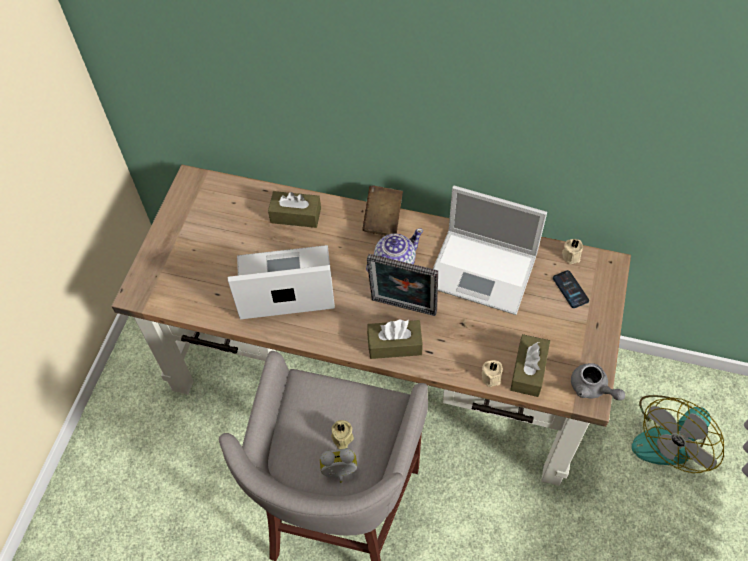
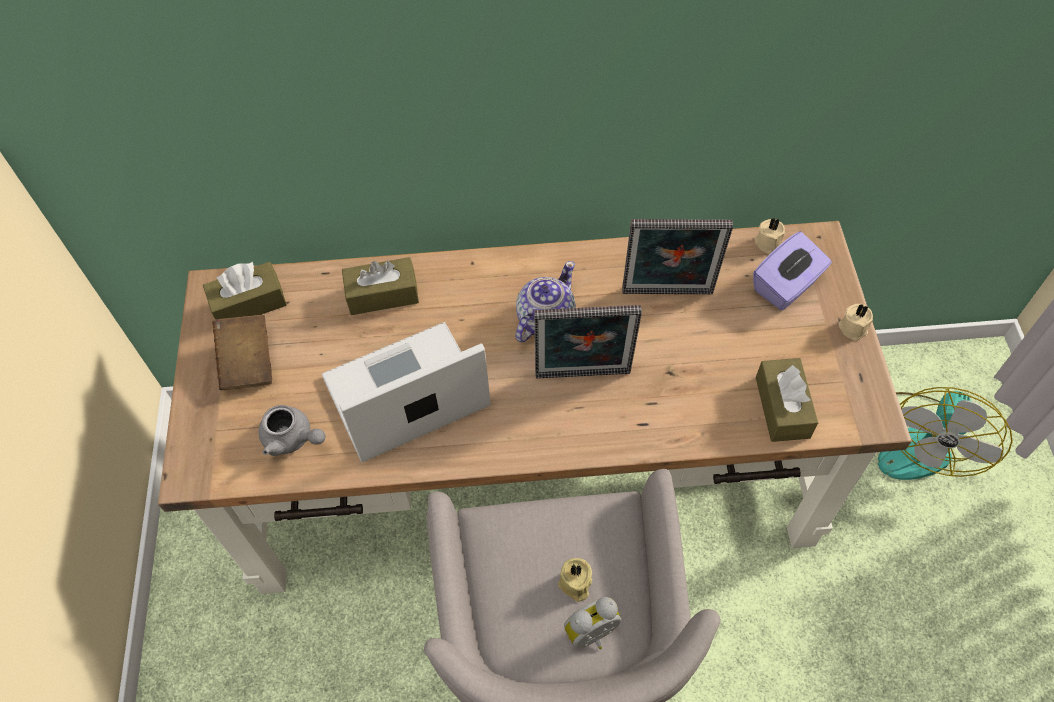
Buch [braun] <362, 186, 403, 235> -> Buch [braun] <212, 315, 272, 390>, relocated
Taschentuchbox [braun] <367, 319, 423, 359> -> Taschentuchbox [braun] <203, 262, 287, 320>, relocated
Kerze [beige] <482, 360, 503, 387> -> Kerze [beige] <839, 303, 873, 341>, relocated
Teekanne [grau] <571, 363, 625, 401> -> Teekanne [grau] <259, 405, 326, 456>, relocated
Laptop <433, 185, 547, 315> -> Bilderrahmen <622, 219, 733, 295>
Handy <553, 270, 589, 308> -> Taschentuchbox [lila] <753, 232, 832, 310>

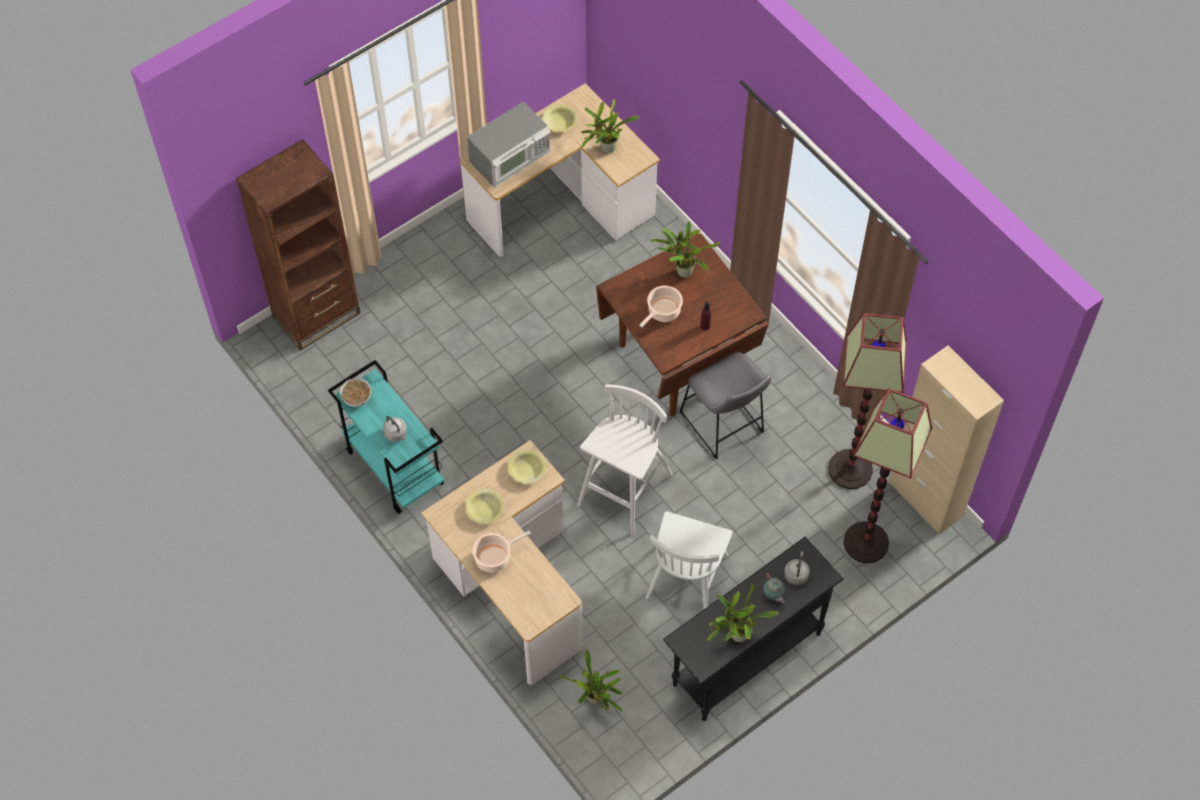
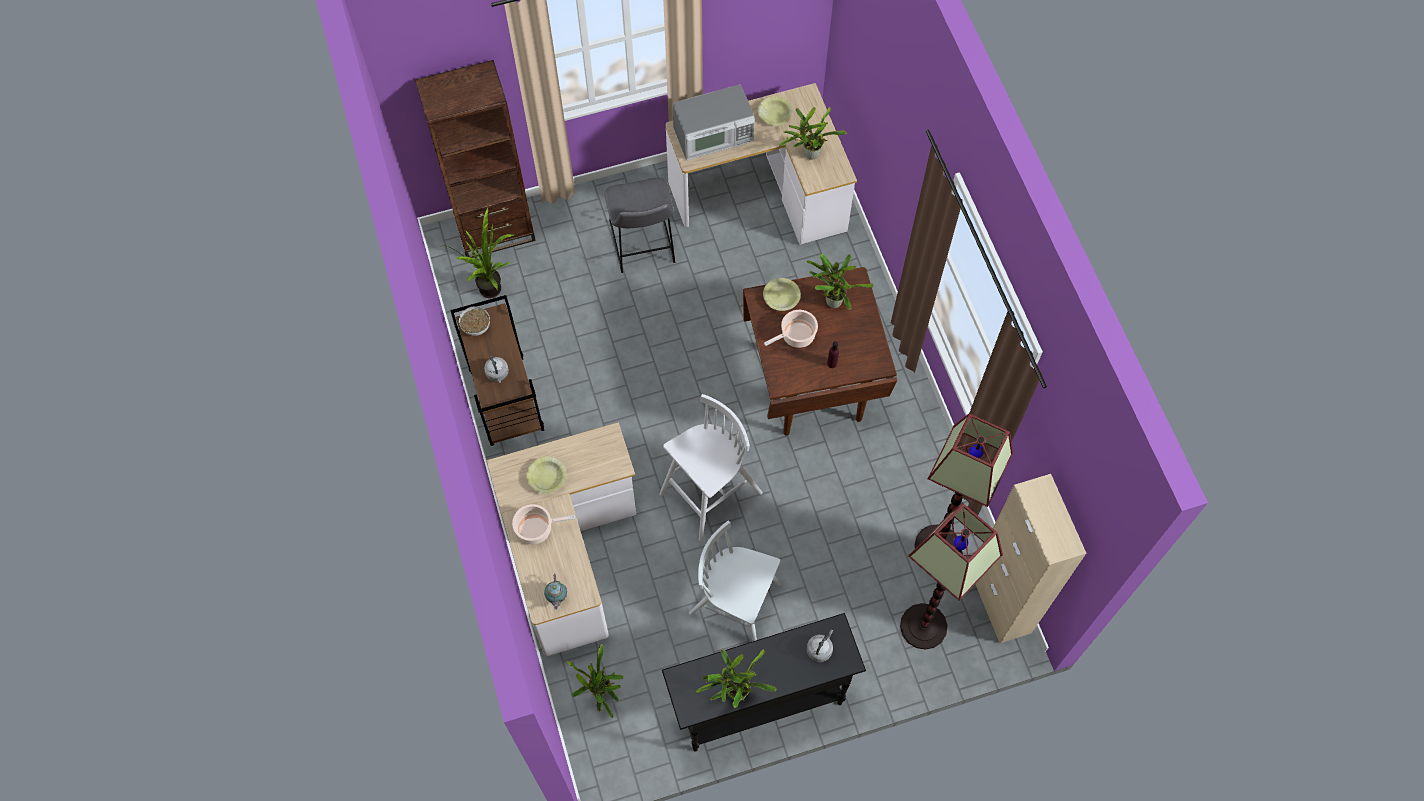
none -> Topfpflanze <440, 206, 514, 298>
Schüssel [gelb] <508, 450, 546, 484> -> Schüssel [gelb] <763, 278, 801, 311>, relocated
Hocker [grau] <680, 352, 771, 459> -> Hocker [grau] <604, 177, 675, 273>, relocated
Teekanne <763, 573, 785, 603> -> Teekanne <544, 574, 567, 610>, relocated
Rollwagen [türkis] <328, 360, 445, 514> -> Rollwagen [braun] <450, 295, 544, 446>
Stuhl [weiß] <646, 511, 732, 610> -> Stuhl [weiß] <689, 521, 781, 641>, 75 degrees clockwise

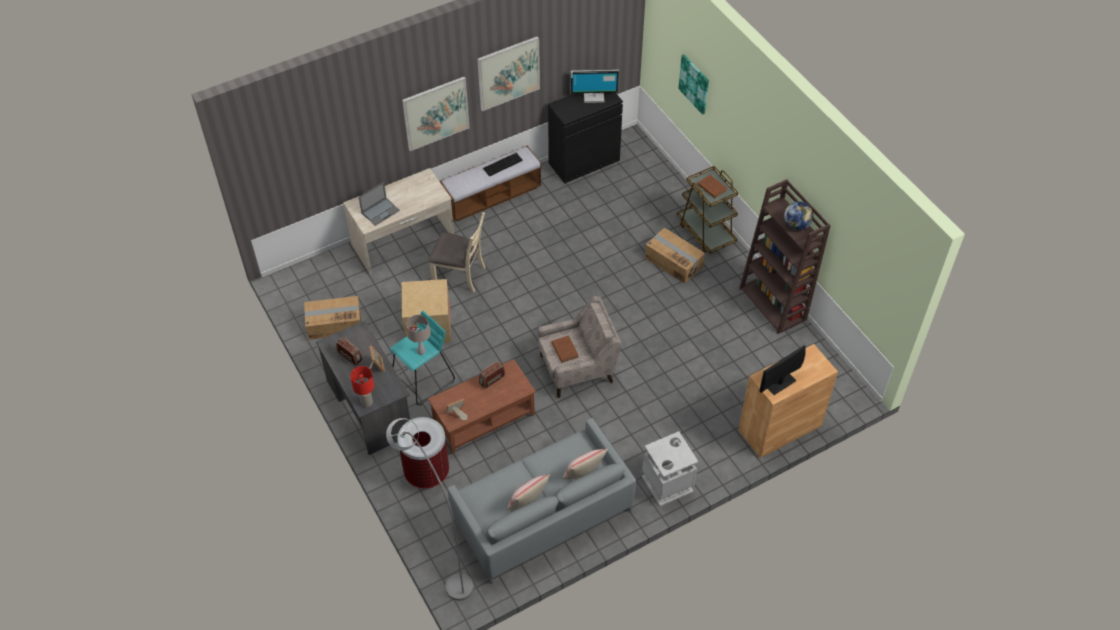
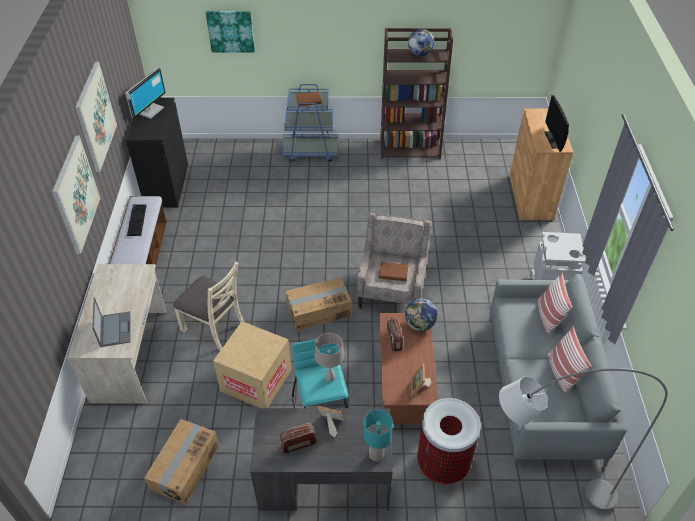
none -> Globus <405, 299, 438, 331>
Karton <645, 228, 705, 284> -> Karton <285, 277, 352, 331>, relocated
Tischlampe [rot] <350, 366, 374, 407> -> Tischlampe [türkis] <363, 410, 393, 461>
Rollwagen [braun] <677, 166, 738, 254> -> Rollwagen [blau] <281, 84, 338, 162>
Stuhl [beige] <428, 212, 486, 292> -> Stuhl [beige] <173, 262, 244, 351>, 75 degrees clockwise

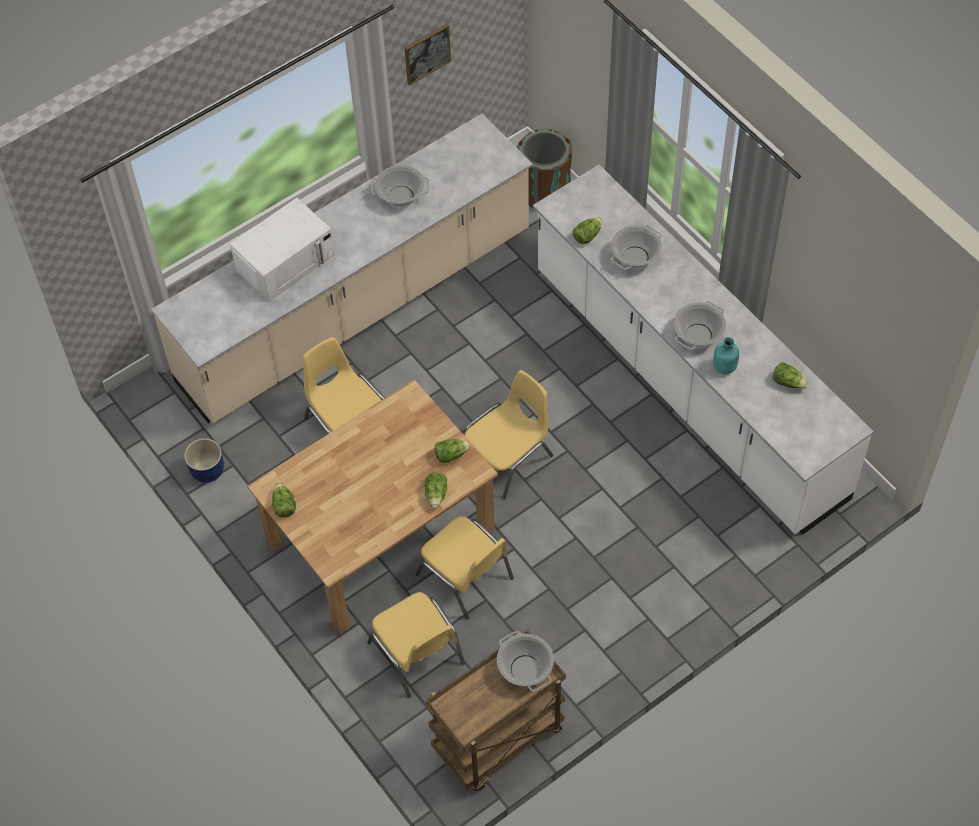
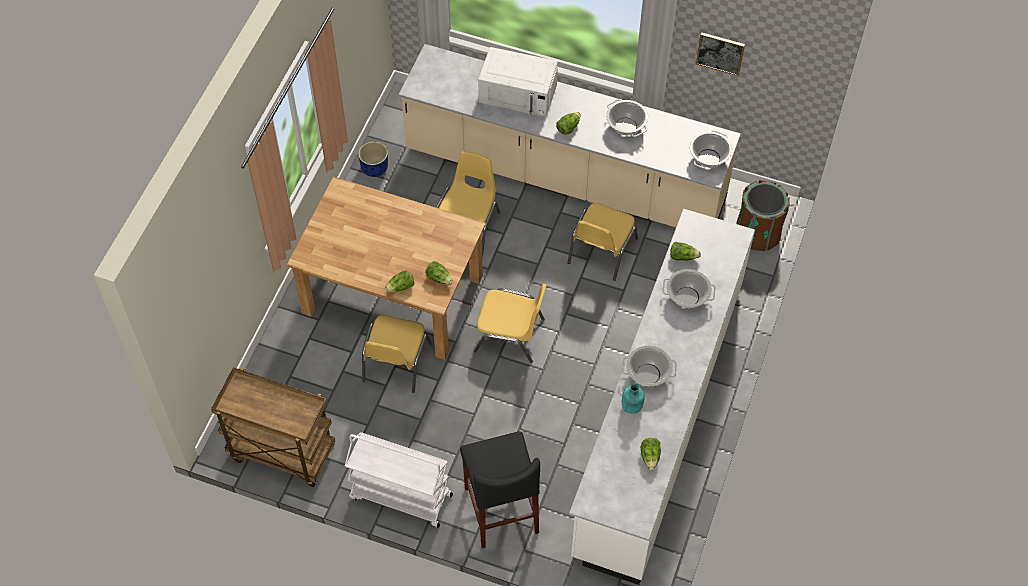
none -> Rollwagen [weiß] <345, 432, 453, 528>
none -> Hocker [schwarz] <460, 431, 540, 548>
Salatkopf <272, 482, 296, 518> -> Salatkopf <556, 112, 581, 135>, relocated
Stuhl [gelb] <367, 592, 465, 698> -> Stuhl [gelb] <568, 203, 638, 281>, relocated
Kochtopf <497, 631, 554, 692> -> Kochtopf <690, 130, 732, 170>, relocated

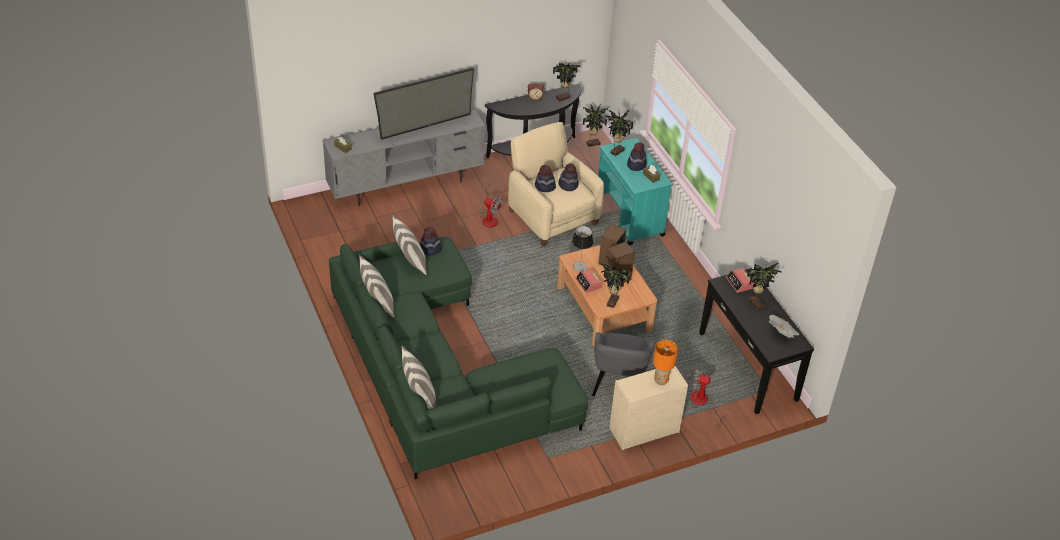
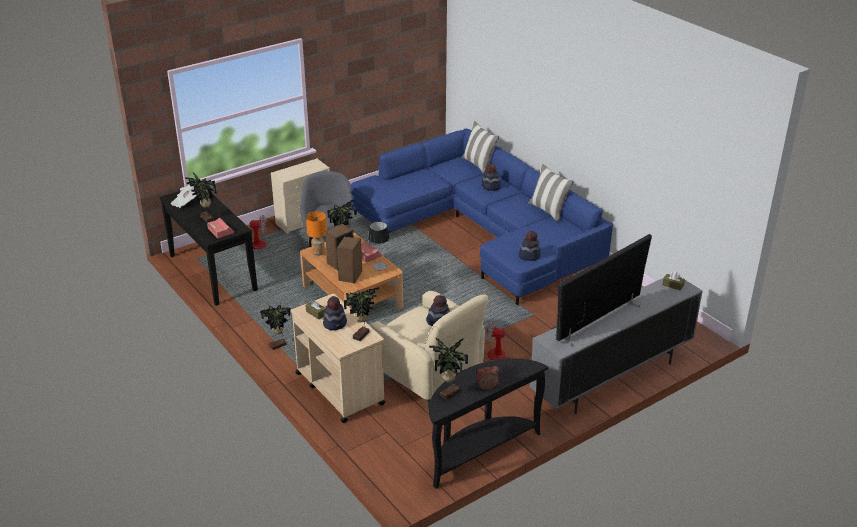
Kissen <392, 215, 427, 275> -> none
Hut <559, 163, 579, 191> -> Hut <481, 163, 501, 191>, relocated
Topfpflanze <583, 103, 608, 147> -> Topfpflanze <260, 304, 291, 350>, relocated
Tischlampe [orange] <653, 340, 678, 385> -> Tischlampe [orange] <306, 211, 327, 256>, relocated
Sofa [grün] <329, 237, 588, 479> -> Sofa [blau] <351, 129, 613, 305>
Rollwagen [türkis] <598, 138, 672, 245> -> Rollwagen [beige] <291, 293, 385, 423>

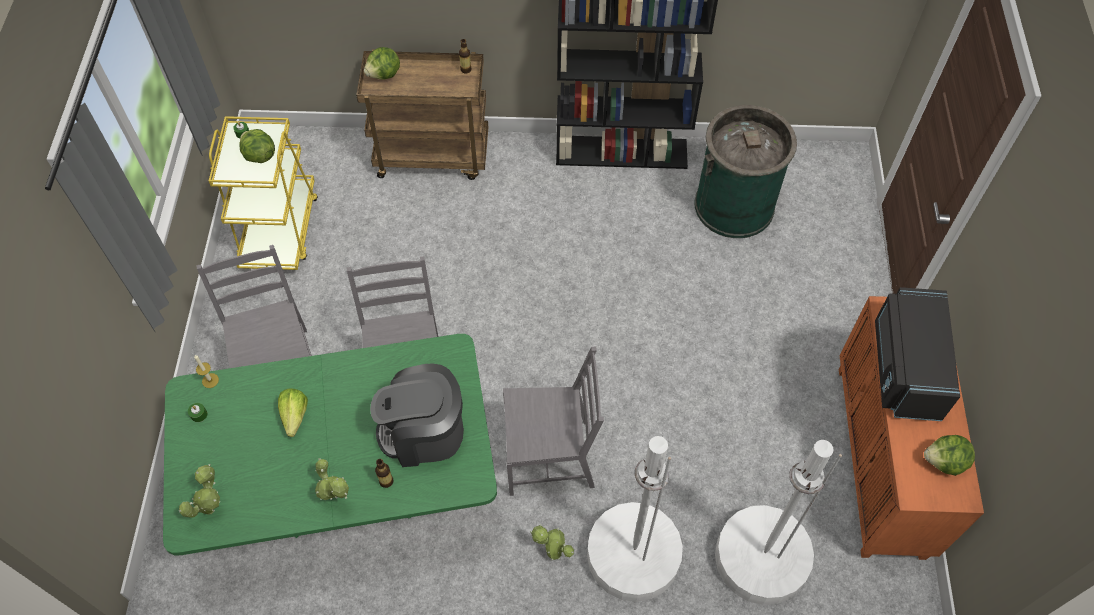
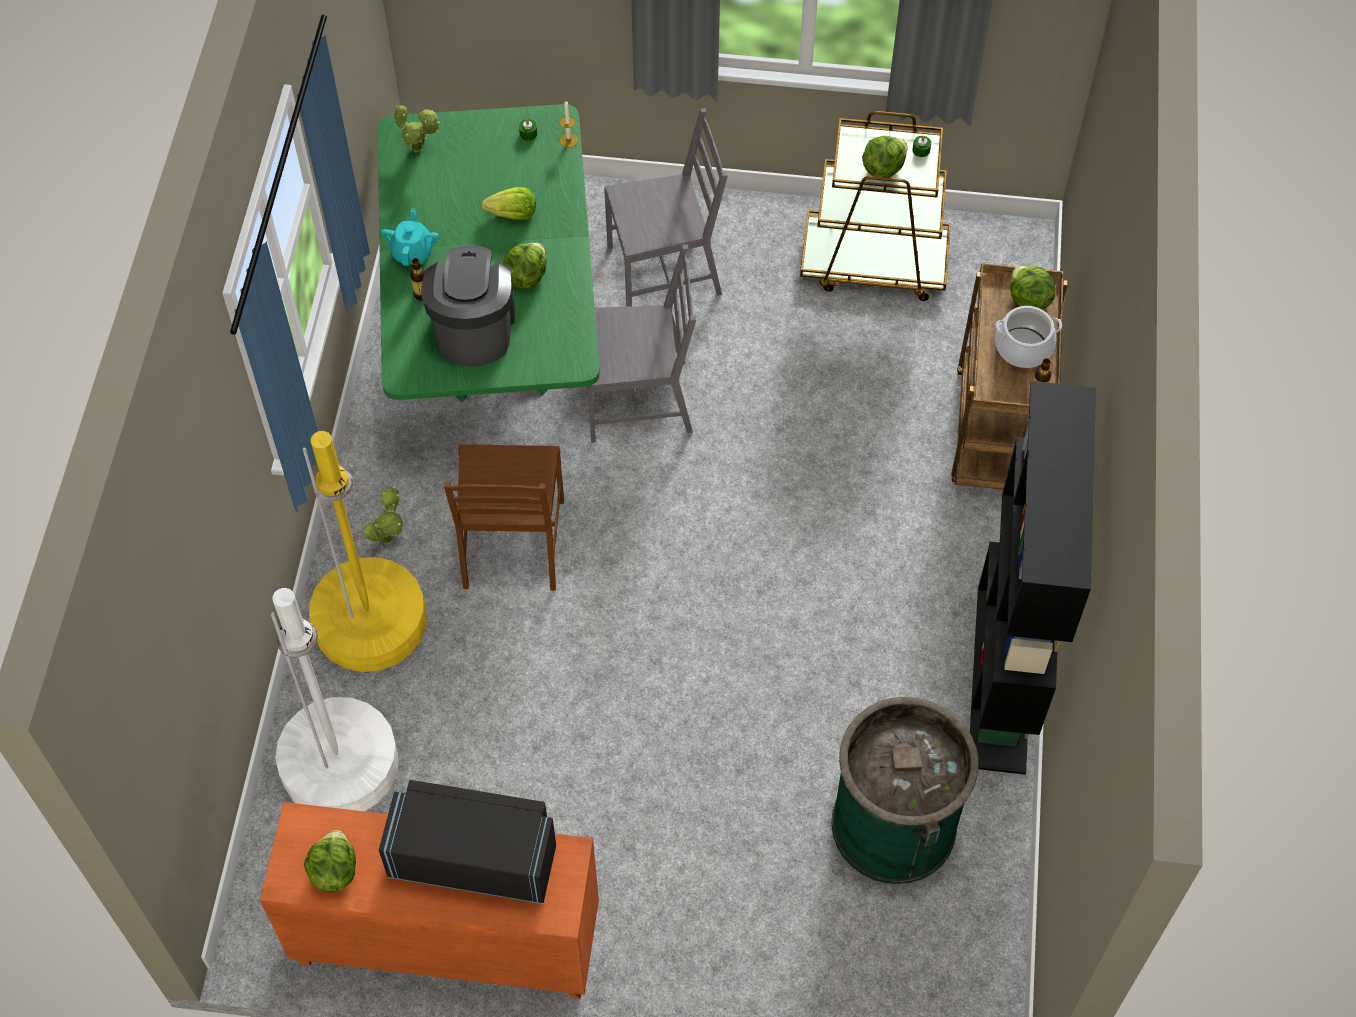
none -> Salatkopf <503, 243, 546, 288>
none -> Kochtopf <995, 306, 1062, 368>
Topfpflanze <315, 458, 349, 500> -> Teekanne [türkis] <380, 208, 439, 266>
Rollwagen [gelb] <209, 116, 318, 270> -> Rollwagen [braun] <800, 111, 951, 301>
Stuhl [grau] <503, 347, 604, 496> -> Stuhl [braun] <444, 444, 564, 591>
Stehlampe [weiß] <587, 436, 683, 602> -> Stehlampe [gelb] <302, 431, 427, 672>

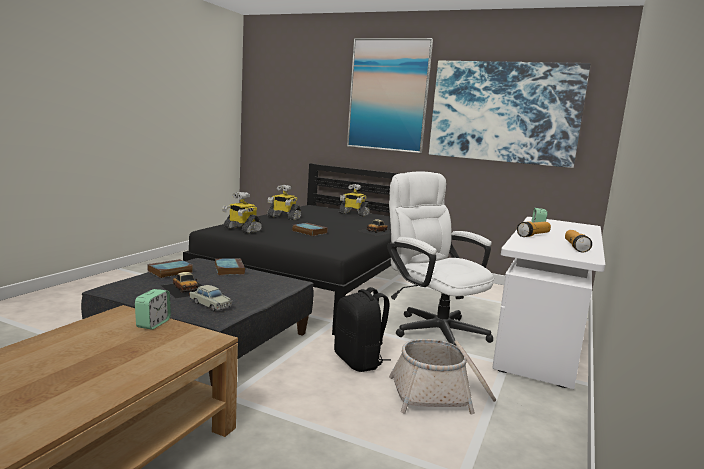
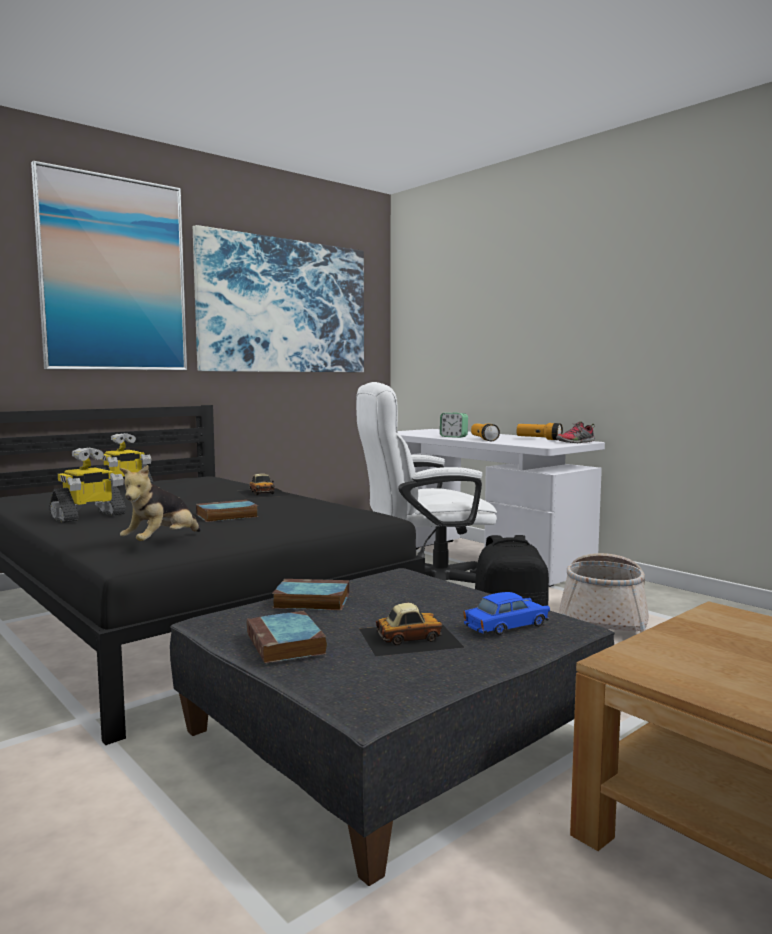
Wecker <135, 289, 171, 330> -> none
none -> Schuh <556, 421, 595, 443>
Spielzeugroboter <222, 192, 262, 234> -> Plüschtier <120, 465, 201, 541>
Spielzeugauto [beige] <189, 285, 233, 311> -> Spielzeugauto [blau] <463, 592, 550, 635>

